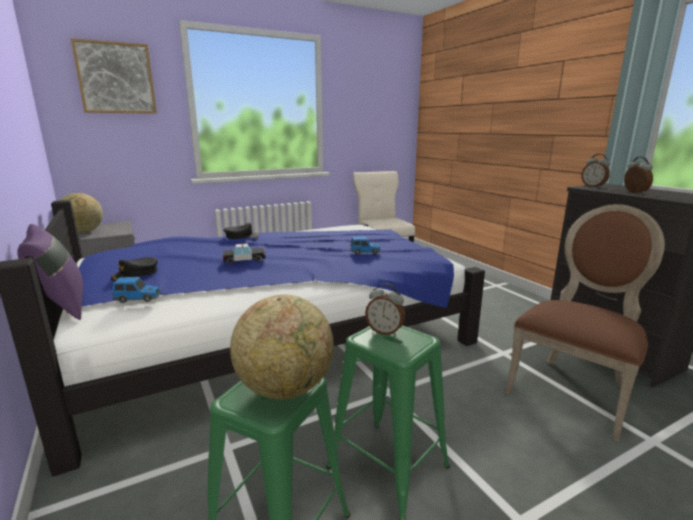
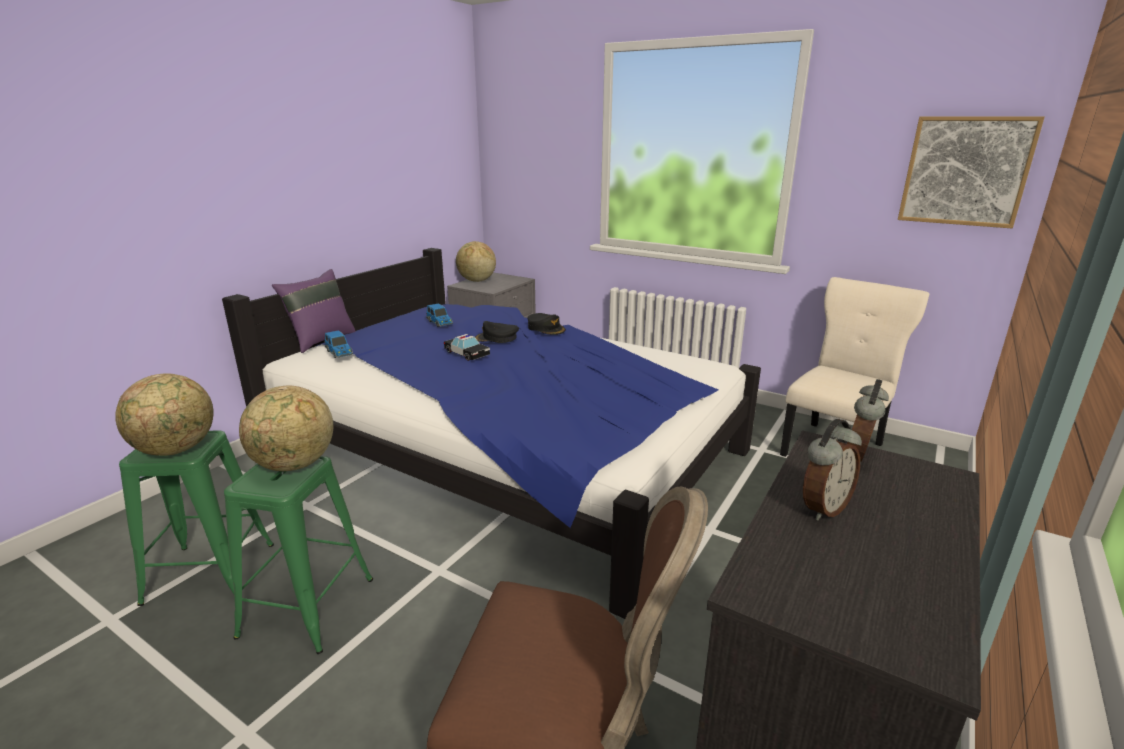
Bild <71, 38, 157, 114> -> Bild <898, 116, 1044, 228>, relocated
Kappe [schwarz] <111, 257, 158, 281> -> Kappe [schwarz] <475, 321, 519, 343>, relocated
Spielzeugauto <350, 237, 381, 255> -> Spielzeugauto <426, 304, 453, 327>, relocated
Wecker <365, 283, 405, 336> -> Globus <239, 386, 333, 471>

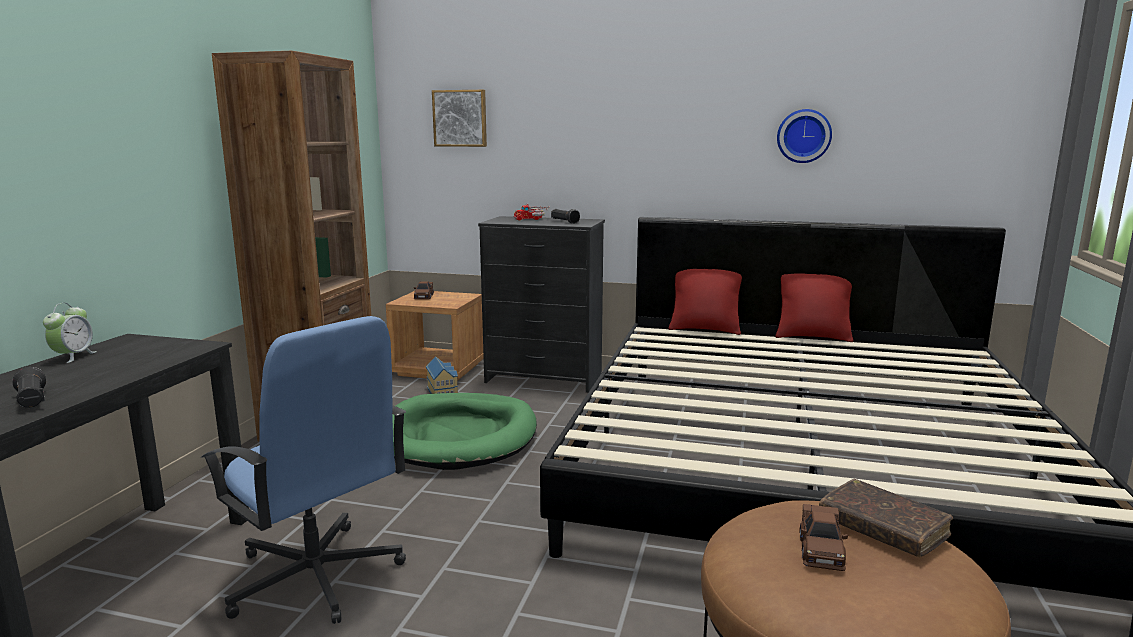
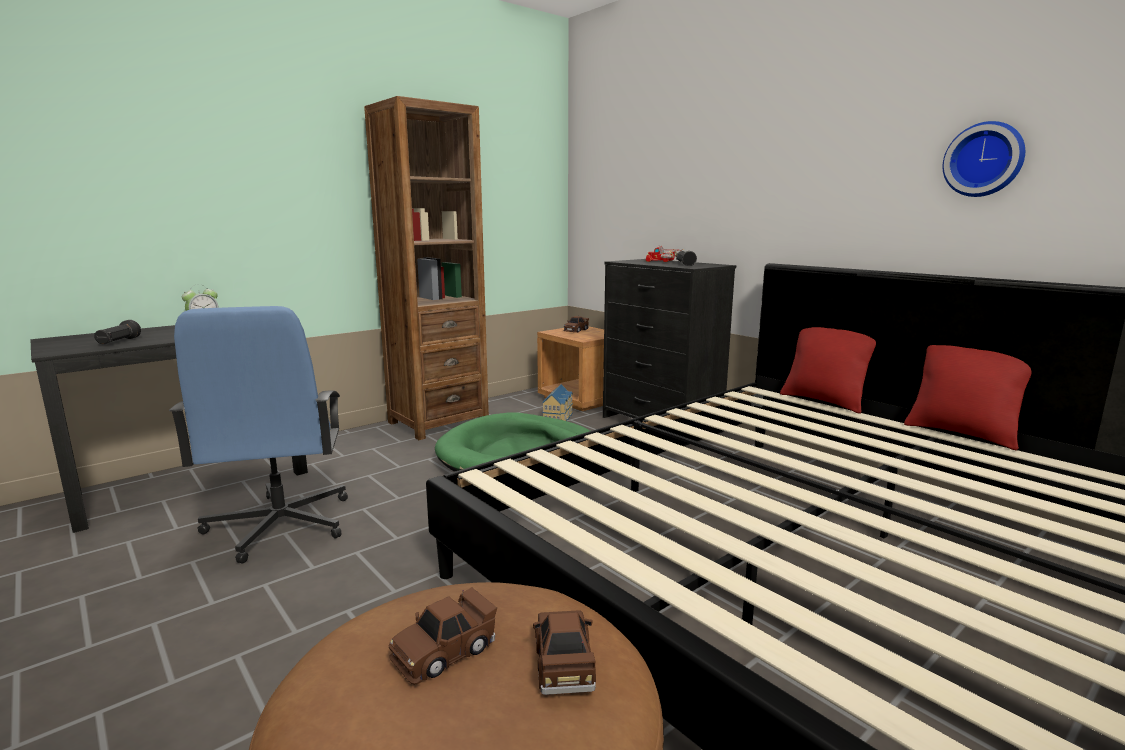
Bild <432, 90, 487, 147> -> none
Buch [braun] <819, 479, 953, 557> -> Spielzeugauto [braun] <533, 610, 596, 695>

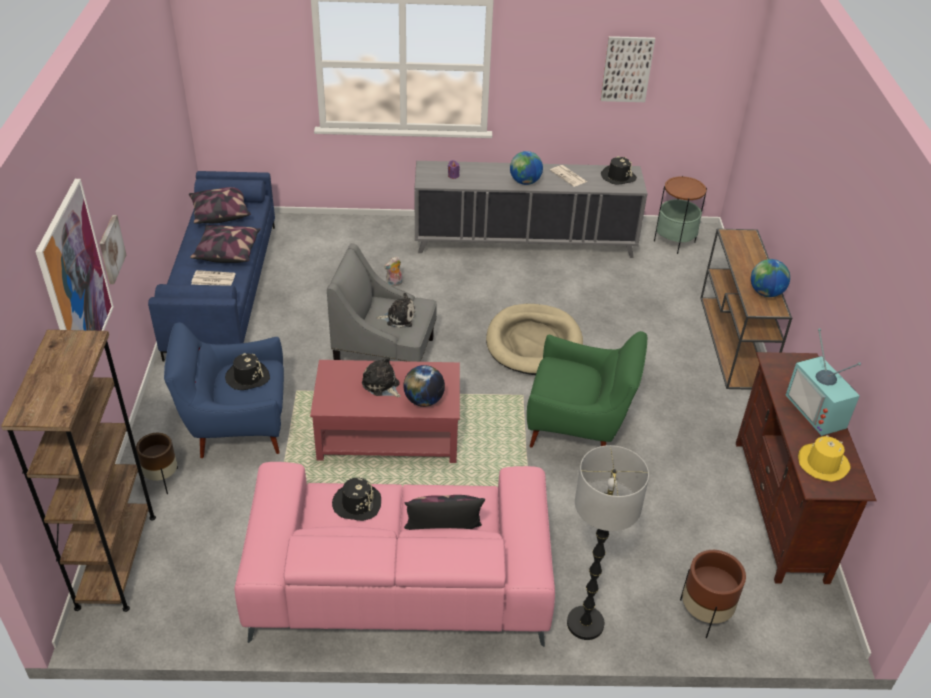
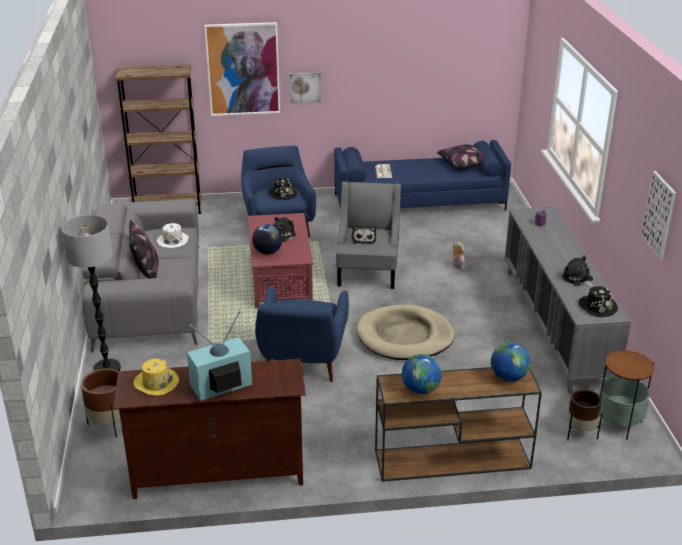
Kissen <190, 225, 261, 263> -> none
Pflanzkübel [braun] <136, 433, 178, 494> -> Pflanzkübel [braun] <567, 389, 602, 440>, relocated
Globus <510, 151, 543, 185> -> Globus <491, 342, 530, 382>, relocated
Zeitung <550, 165, 587, 187> -> Plüschtier <562, 255, 596, 287>
Sofa [rosa] <235, 462, 555, 647> -> Sofa [grau] <82, 199, 199, 353>
Hut [schwarz] <332, 478, 381, 521> -> Hut [weiß] <157, 223, 189, 248>
Sessel [grün] <527, 331, 647, 448> -> Sessel [blau] <255, 285, 349, 382>

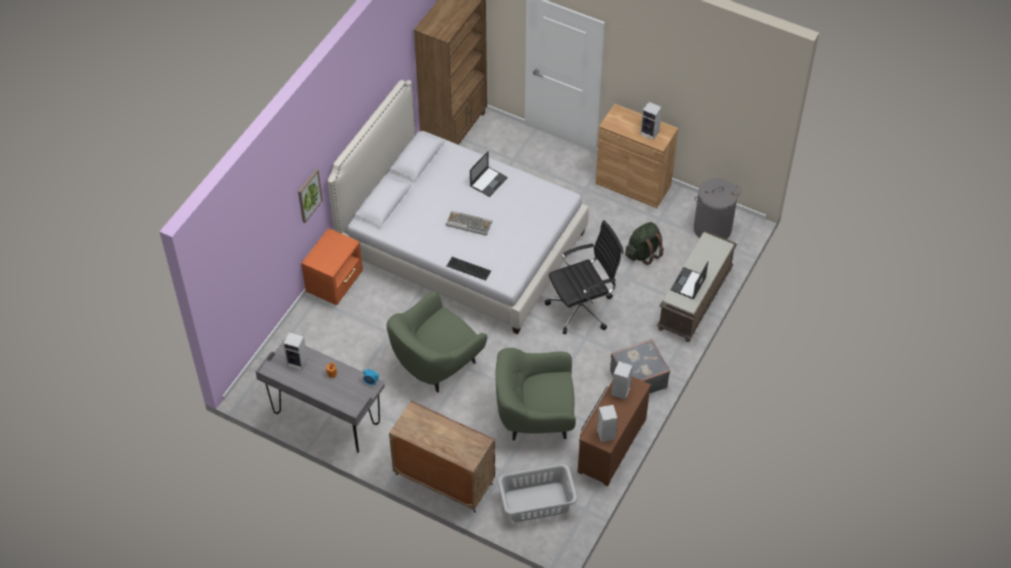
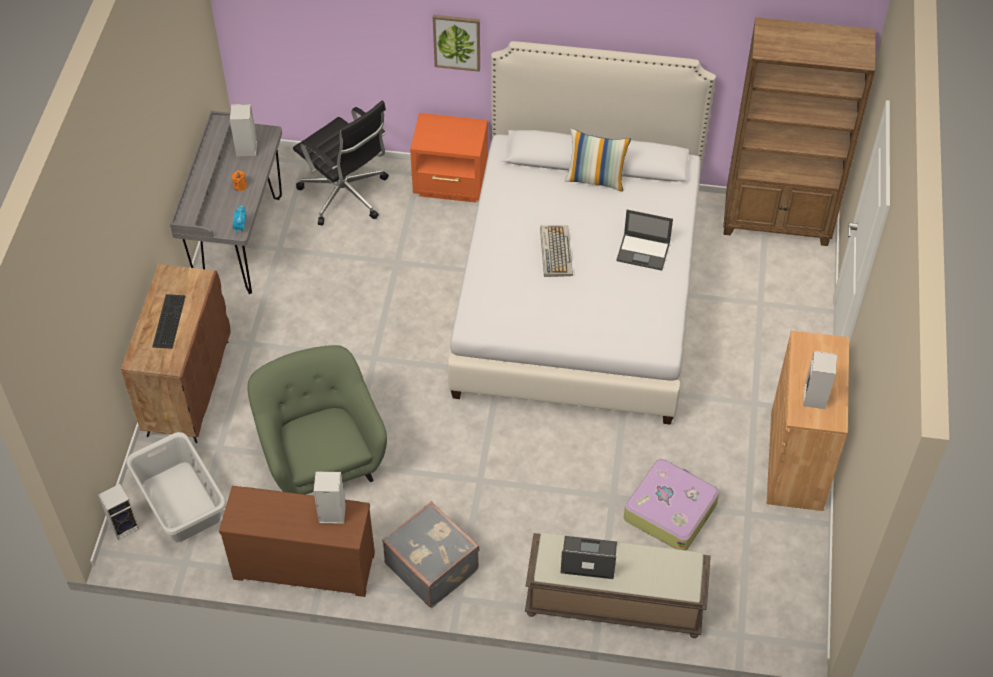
Sessel [grün] <387, 291, 487, 392> -> none
Wäschekorb [grau] <694, 178, 741, 239> -> none
none -> Kissen <565, 128, 631, 192>
Tastatur <447, 257, 491, 280> -> Tastatur <152, 294, 185, 349>, relocated
Bürostuhl [schwarz] <545, 220, 623, 334> -> Bürostuhl [schwarz] <293, 100, 389, 225>, relocated
Lautsprecher <597, 405, 618, 442> -> Lautsprecher <98, 484, 139, 540>, relocated
Rucksack [grün] <625, 222, 664, 265> -> Koffer <624, 459, 719, 550>

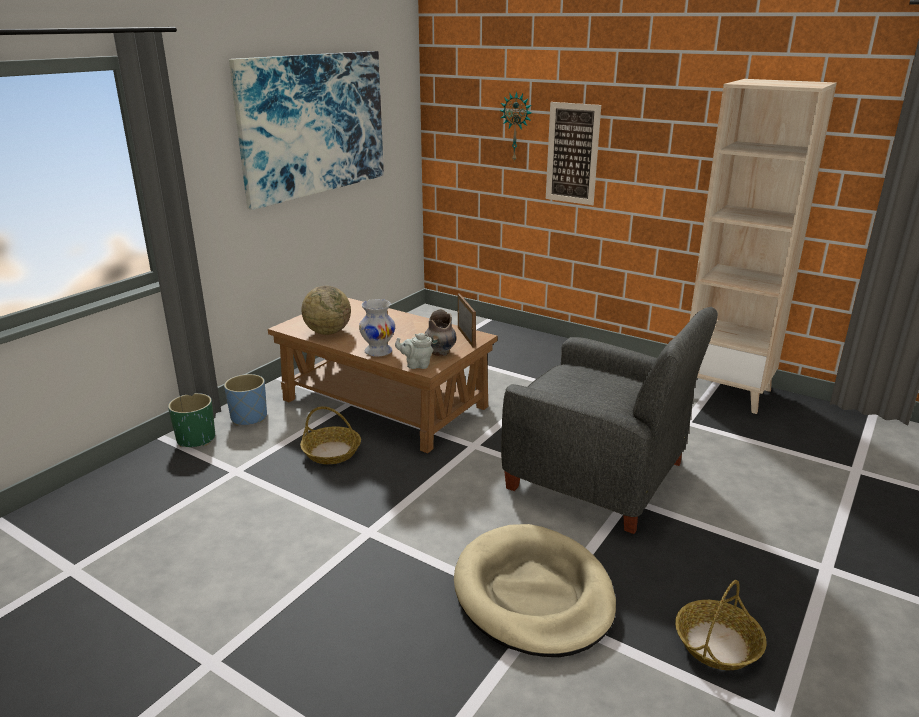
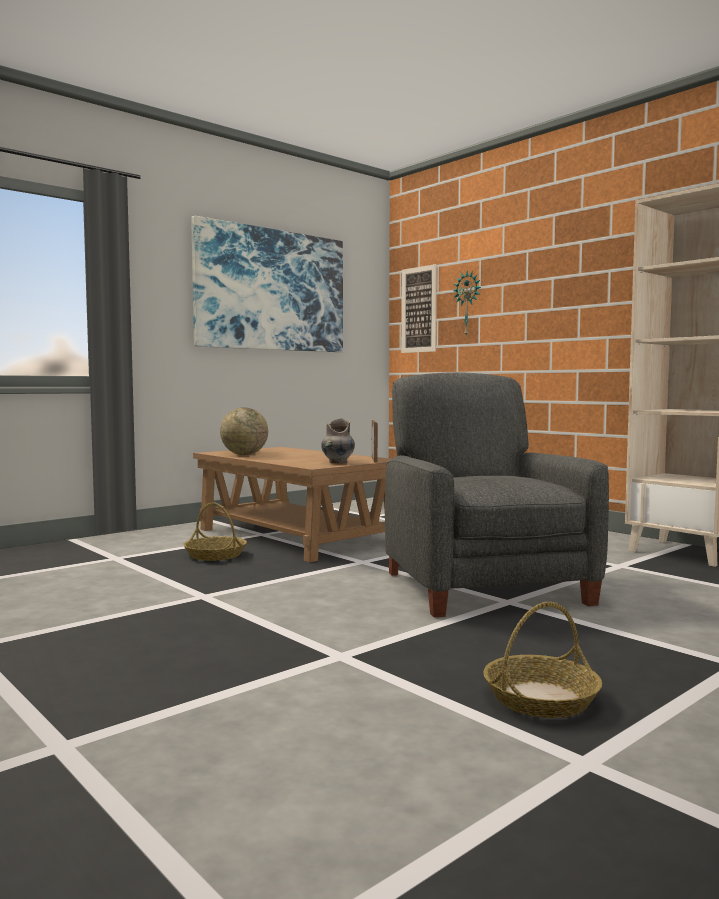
Pflanzkübel [grün] <168, 393, 215, 447> -> none
Pflanzkübel [blau] <224, 374, 267, 426> -> none
Vase [weiß] <359, 299, 395, 357> -> none
Teekanne [grau] <395, 333, 433, 369> -> none
Hundebett [beige] <454, 524, 616, 657> -> none
Bild <546, 102, 601, 205> -> Bild <401, 264, 437, 353>, relocated
Sessel [grau] <501, 307, 718, 534> -> Sessel [grau] <385, 372, 609, 617>, 150 degrees counterclockwise

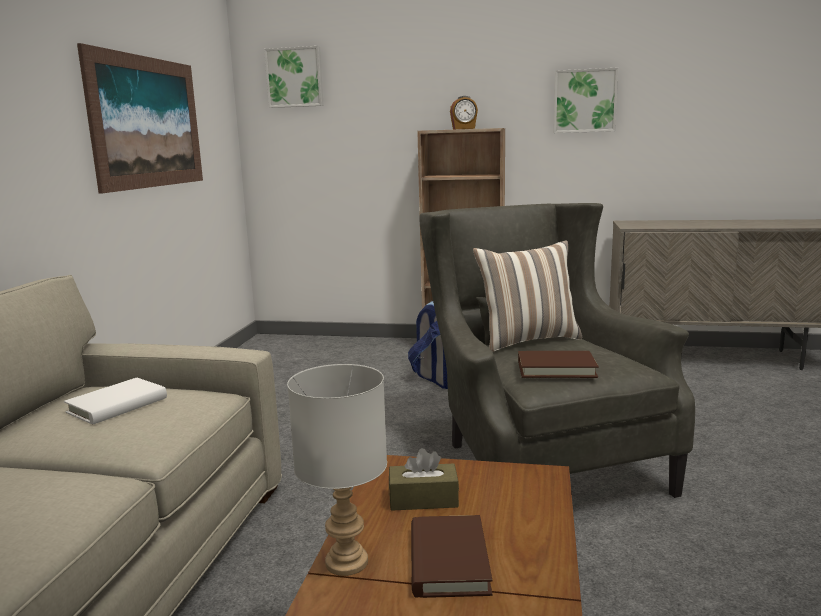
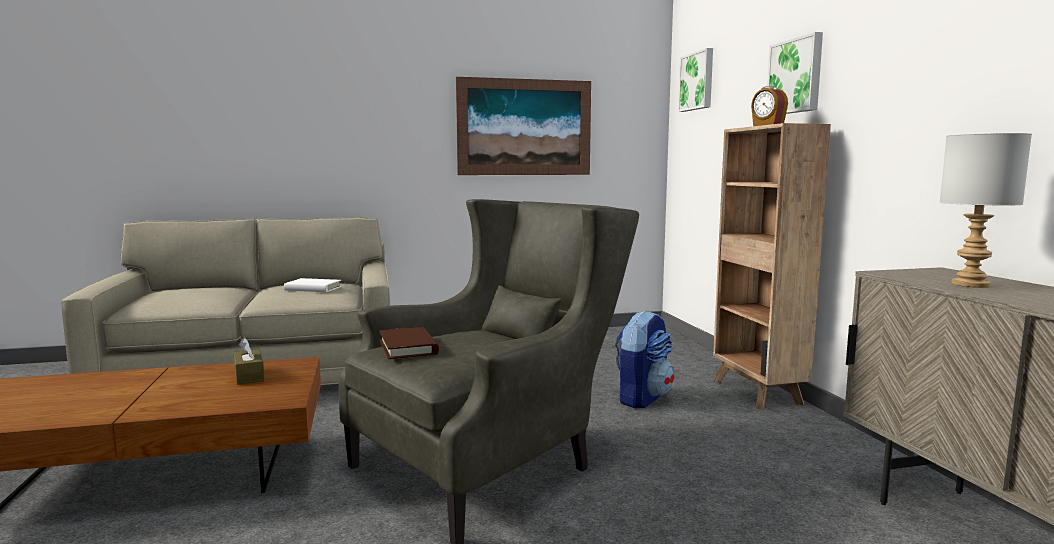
Buch [braun] <411, 515, 492, 598> -> none
Kissen <473, 240, 582, 352> -> none
Tischlampe [grau] <287, 364, 387, 576> -> Tischlampe [grau] <939, 133, 1032, 288>, relocated
Bild <554, 68, 618, 133> -> Bild <767, 32, 823, 114>, relocated

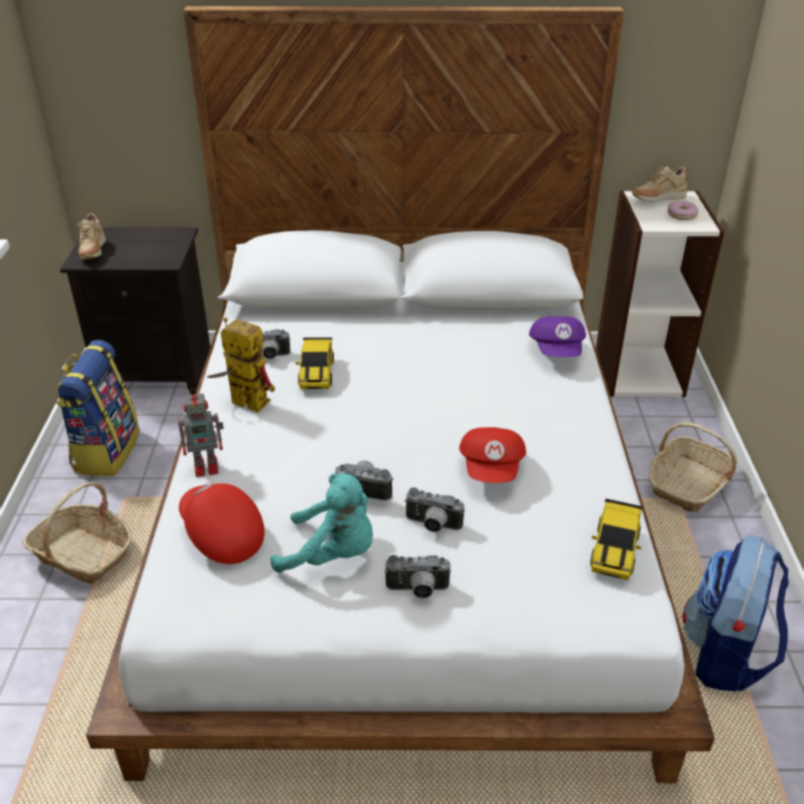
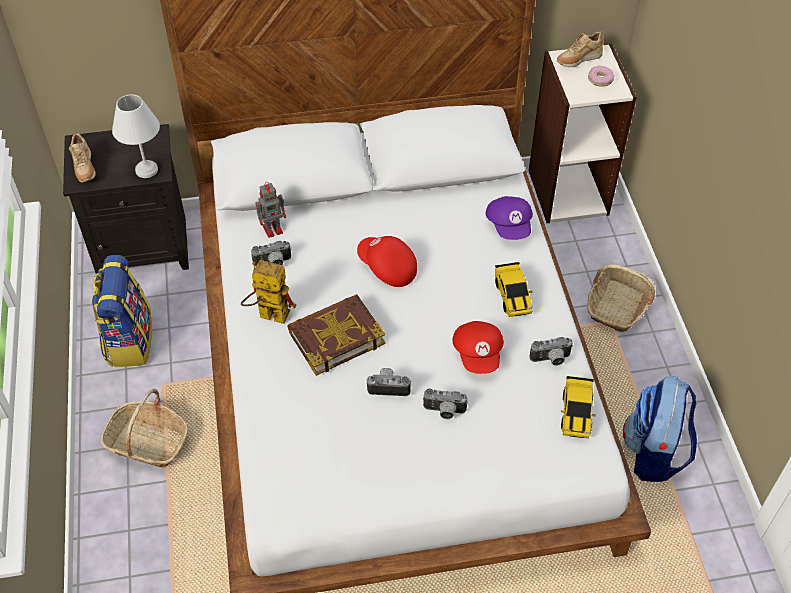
Plüschtier [türkis] <270, 473, 373, 573> -> none
none -> Tischlampe [weiß] <112, 94, 160, 178>
none -> Buch <287, 294, 386, 376>
Spielzeugroboter <178, 388, 224, 477> -> Spielzeugroboter <255, 182, 286, 238>, relocated
Kappe [rot] <179, 483, 265, 564> -> Kappe [rot] <357, 236, 417, 287>, relocated
Spielzeugauto <295, 337, 334, 389> -> Spielzeugauto <495, 262, 533, 317>, relocated
Kamera <385, 555, 451, 599> -> Kamera <529, 337, 573, 366>, relocated

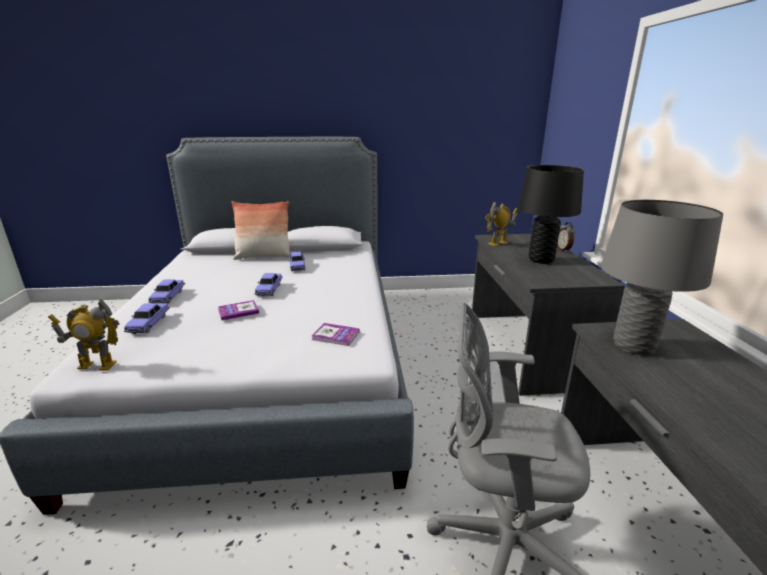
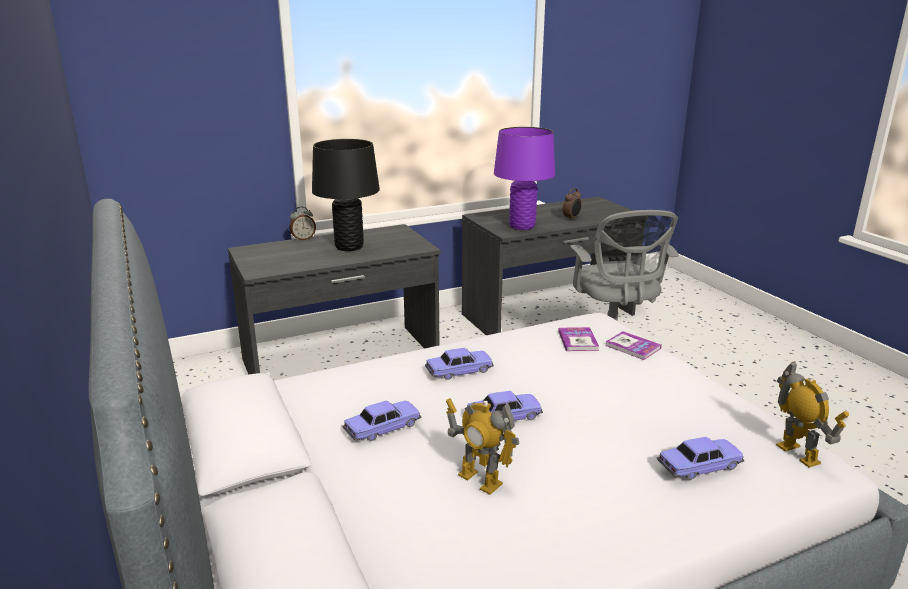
Kissen <232, 201, 290, 260> -> none
none -> Wecker <563, 188, 582, 220>
Spielzeugauto <148, 279, 185, 304> -> Spielzeugauto <425, 348, 494, 380>, relocated
Buch <218, 300, 259, 320> -> Buch <605, 331, 662, 360>, relocated
Spielzeugroboter <485, 202, 518, 246> -> Spielzeugroboter <446, 398, 520, 495>, relocated
Tischlampe [grau] <601, 200, 723, 355> -> Tischlampe [lila] <494, 127, 555, 230>

